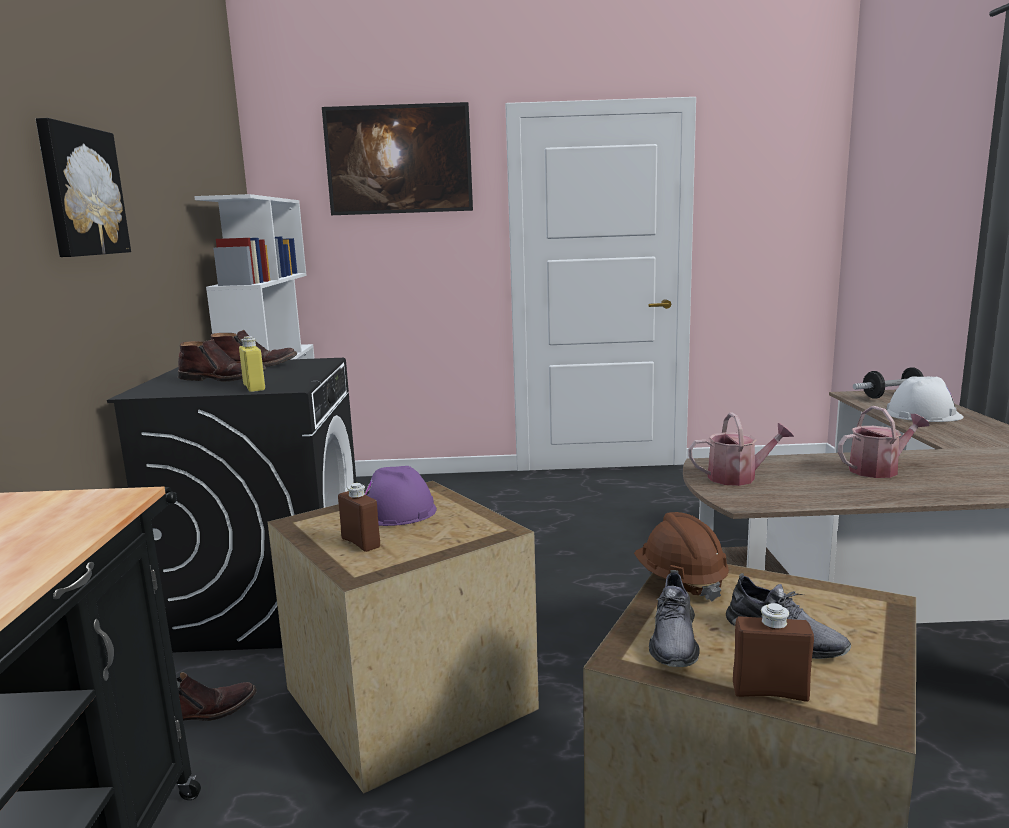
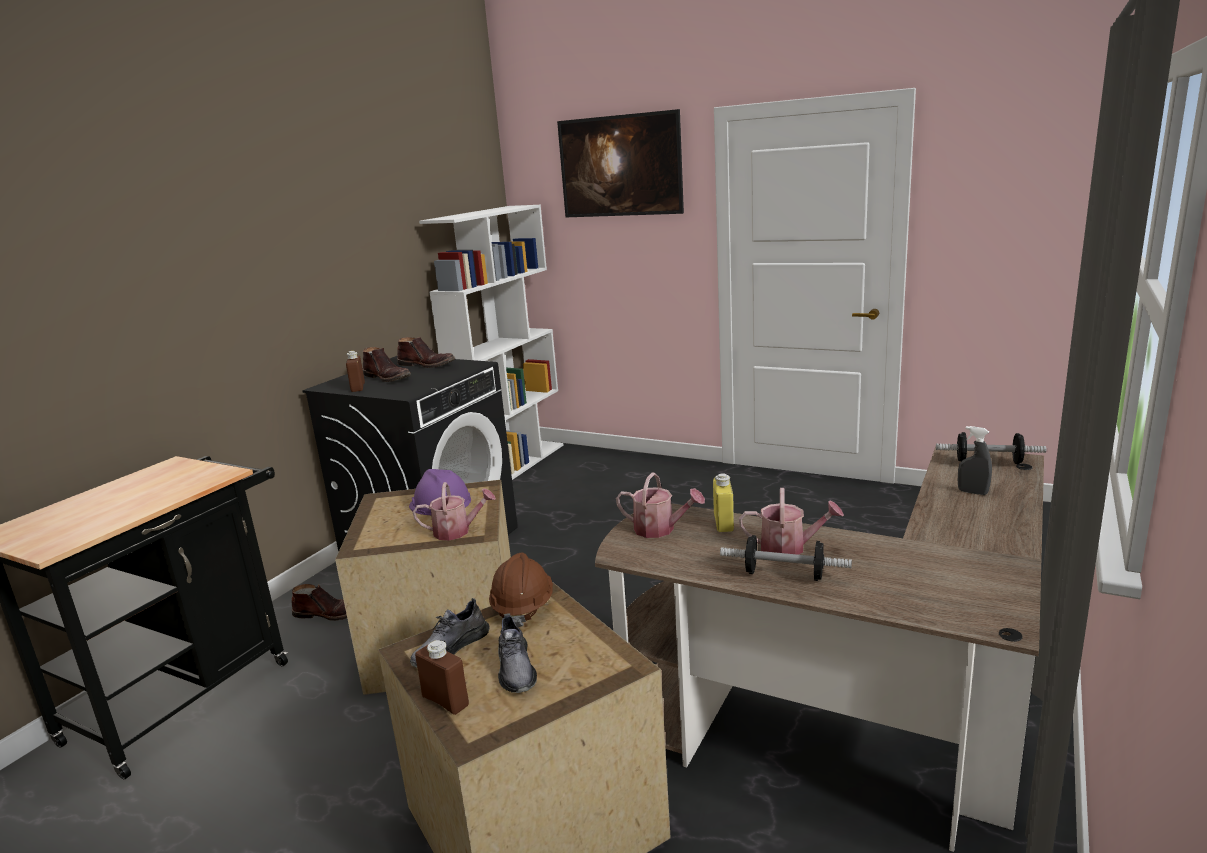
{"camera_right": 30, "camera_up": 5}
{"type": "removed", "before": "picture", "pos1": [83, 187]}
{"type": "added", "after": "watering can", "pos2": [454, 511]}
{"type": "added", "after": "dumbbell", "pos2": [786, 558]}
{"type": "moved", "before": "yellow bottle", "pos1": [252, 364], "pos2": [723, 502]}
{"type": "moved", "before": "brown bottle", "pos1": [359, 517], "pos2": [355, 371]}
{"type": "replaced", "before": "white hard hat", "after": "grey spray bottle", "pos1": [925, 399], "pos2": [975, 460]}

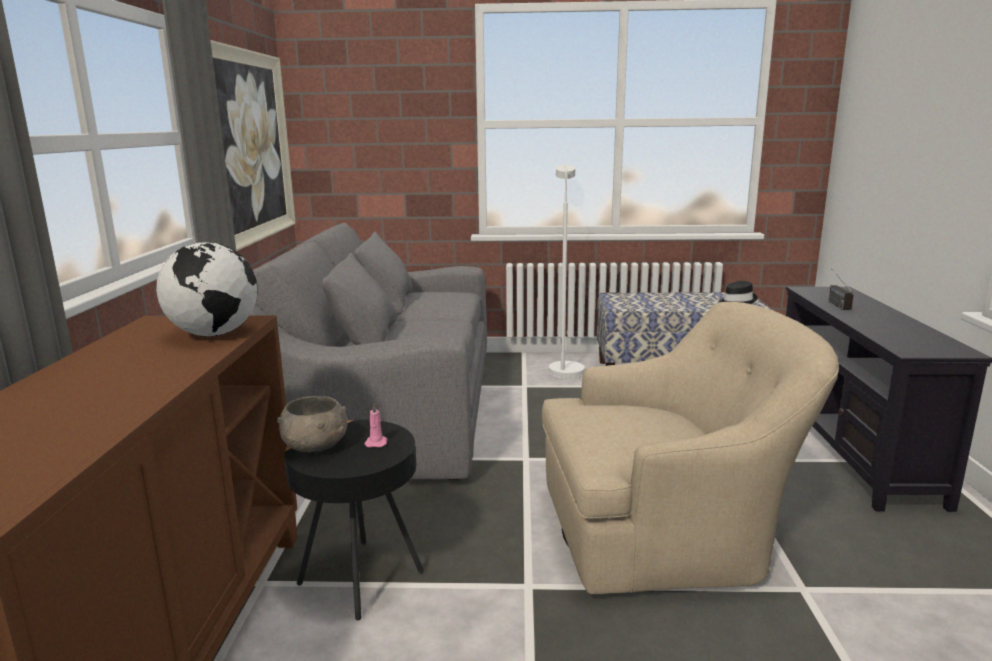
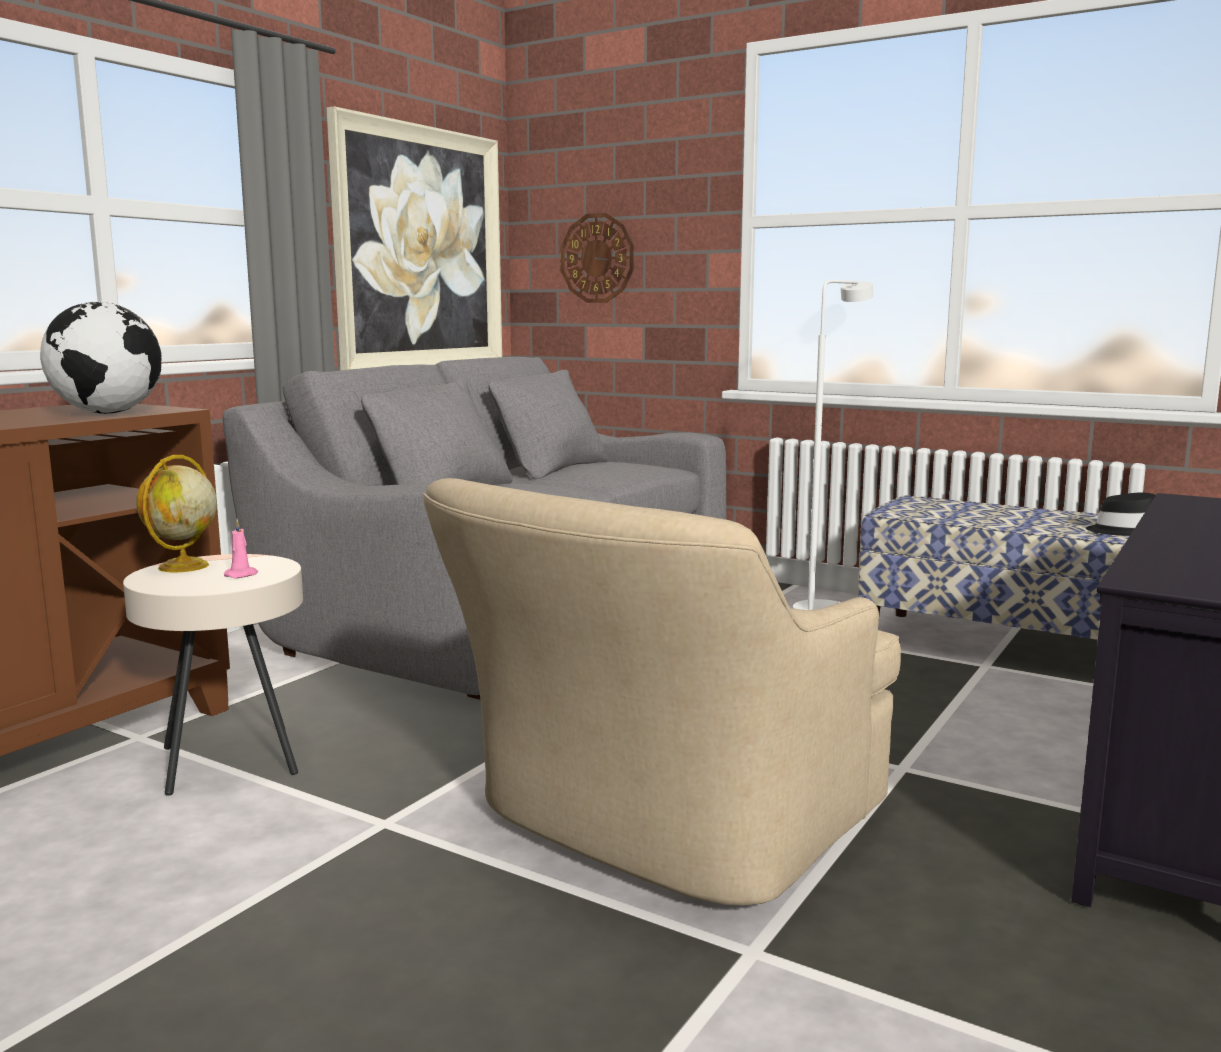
{"camera_right": 30, "camera_up": -5}
{"type": "removed", "before": "radio", "pos1": [841, 291]}
{"type": "added", "after": "wall clock", "pos2": [597, 258]}
{"type": "replaced", "before": "grey bowl", "after": "globe", "pos1": [312, 424], "pos2": [176, 513]}
{"type": "recoloured", "before": "black side table", "after": "beige side table", "pos1": [354, 520], "pos2": [213, 675]}
{"type": "turned", "before": "beige armchair", "pos1": [690, 448], "pos2": [662, 692], "turn": 105}

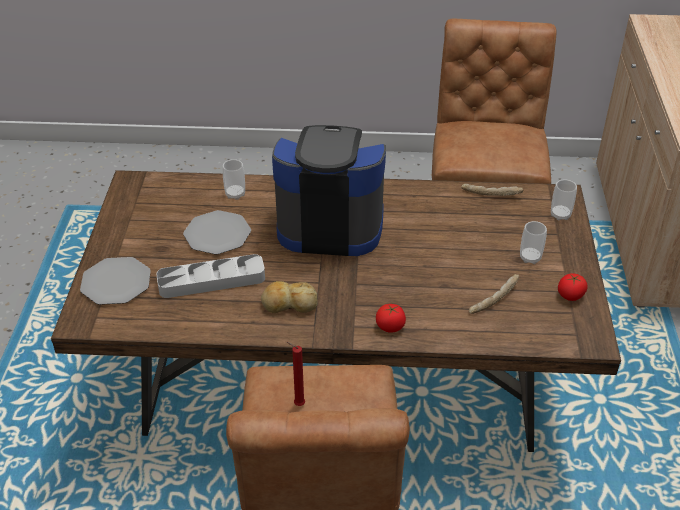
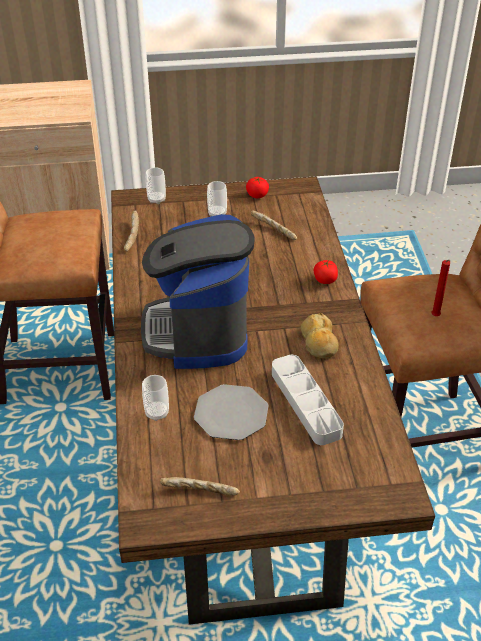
{"camera_right": -100, "camera_up": 0}
{"type": "removed", "before": "plate", "pos1": [115, 281]}
{"type": "added", "after": "bread", "pos2": [200, 486]}

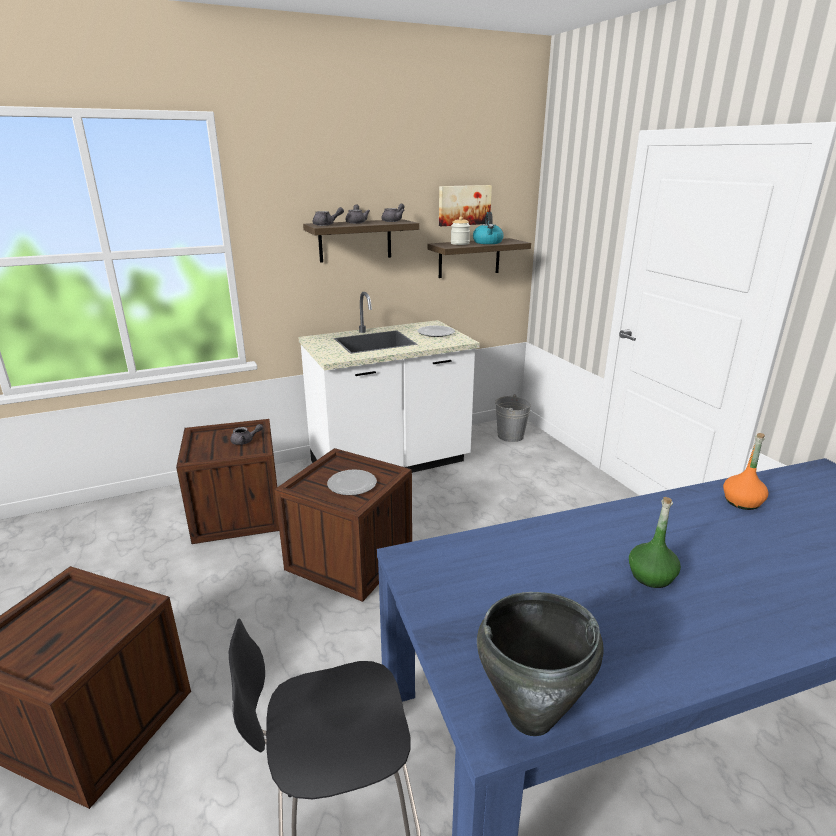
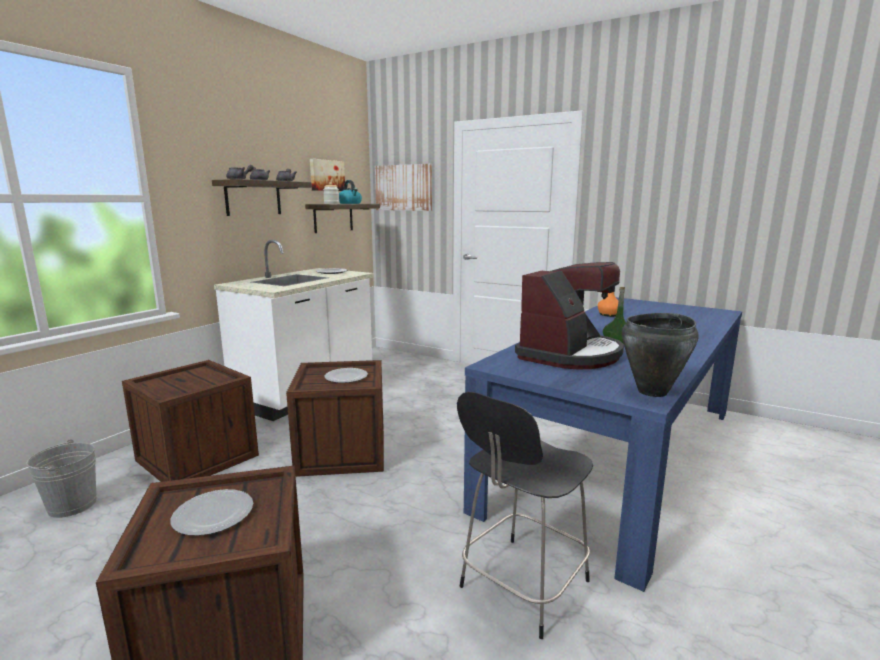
{"camera_right": -35, "camera_up": -10}
{"type": "removed", "before": "grey teapot", "pos1": [246, 434]}
{"type": "added", "after": "plate", "pos2": [211, 512]}
{"type": "added", "after": "picture", "pos2": [403, 187]}
{"type": "added", "after": "coffee machine", "pos2": [569, 315]}
{"type": "moved", "before": "grey bucket", "pos1": [513, 418], "pos2": [61, 478]}

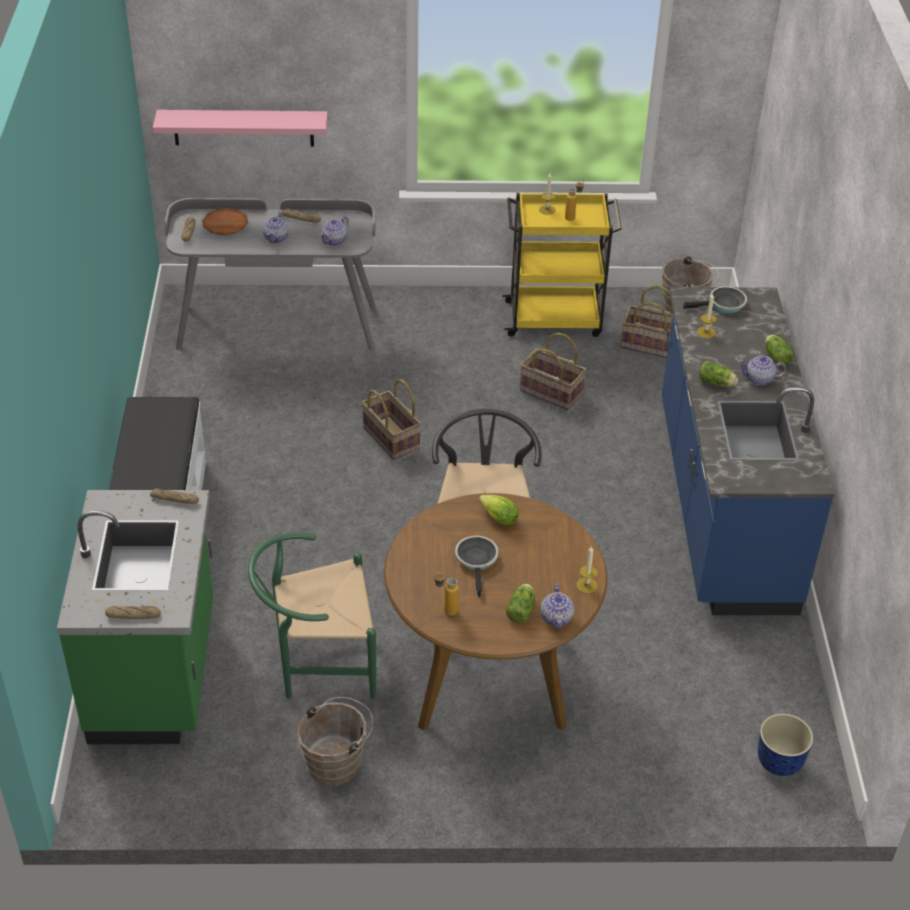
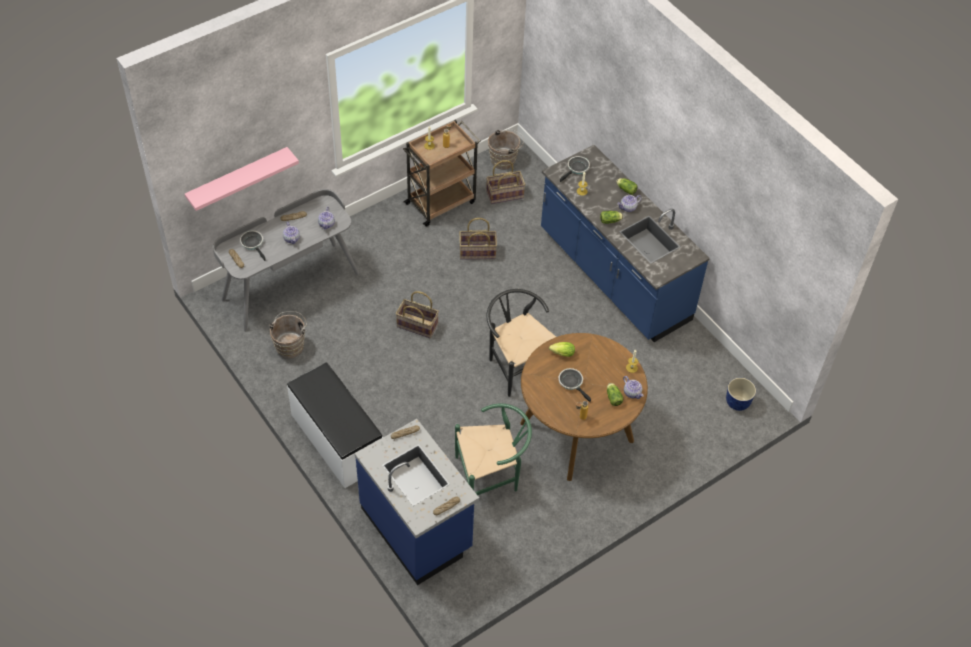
{"camera_right": -35, "camera_up": 10}
{"type": "moved", "before": "brown bucket", "pos1": [335, 741], "pos2": [288, 334]}
{"type": "replaced", "before": "brown plate", "after": "frying pan", "pos1": [225, 221], "pos2": [253, 246]}
{"type": "recoloured", "before": "green counter", "after": "blue counter", "pos1": [135, 617], "pos2": [417, 502]}
{"type": "recoloured", "before": "yellow cart", "after": "brown cart", "pos1": [562, 265], "pos2": [441, 173]}
{"type": "turned", "before": "green chair", "pos1": [312, 616], "pos2": [493, 449], "turn": -150}

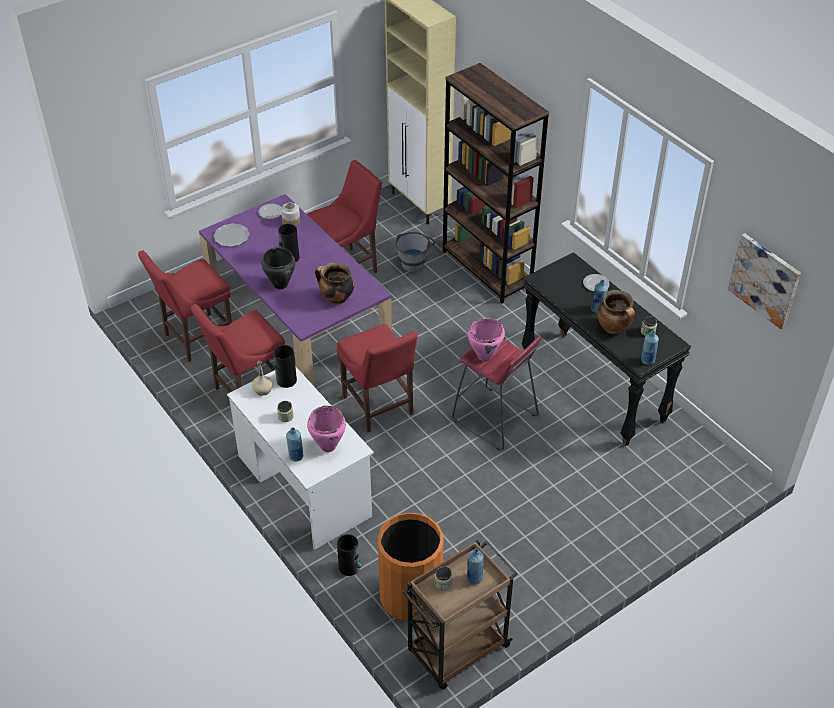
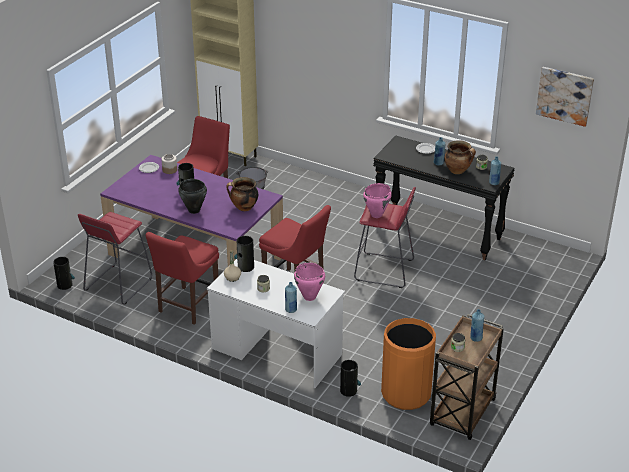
{"camera_right": -25, "camera_up": -10}
{"type": "removed", "before": "plate", "pos1": [231, 235]}
{"type": "removed", "before": "brown bookcase", "pos1": [496, 183]}
{"type": "added", "after": "vase", "pos2": [64, 273]}
{"type": "replaced", "before": "red chair", "after": "red stool", "pos1": [185, 306], "pos2": [115, 258]}

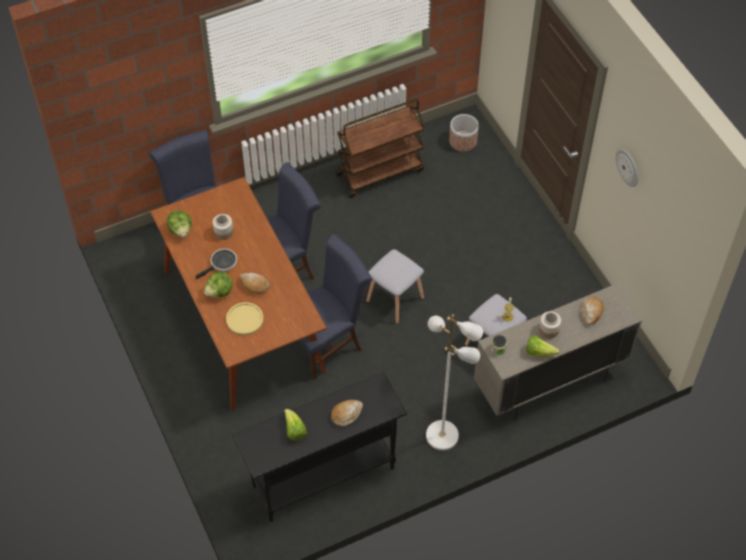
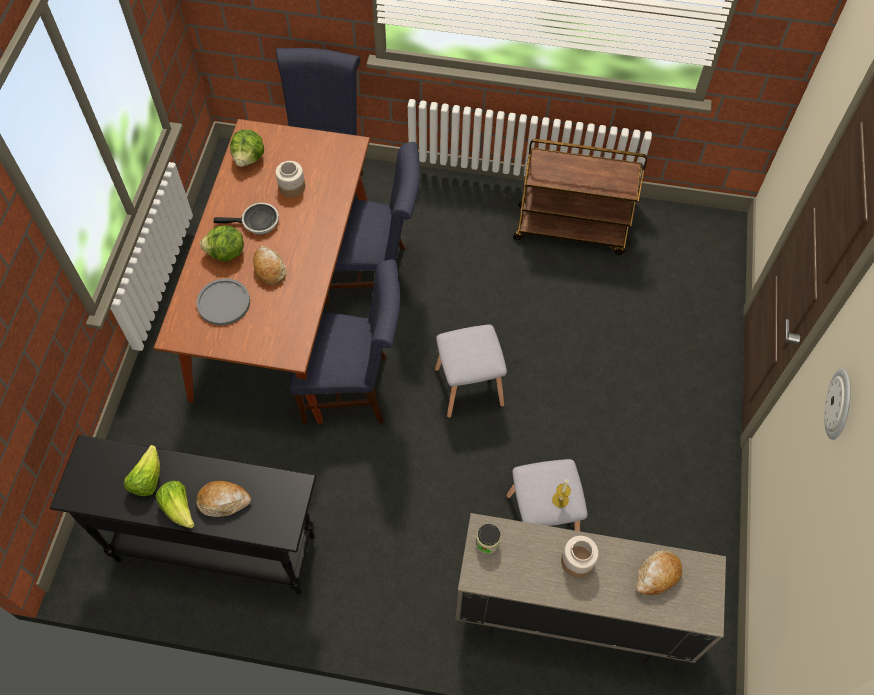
{"camera_right": 35, "camera_up": 5}
{"type": "removed", "before": "white floor lamp", "pos1": [454, 382]}
{"type": "removed", "before": "planter", "pos1": [464, 133]}
{"type": "moved", "before": "lettuce", "pos1": [543, 346], "pos2": [175, 504]}
{"type": "recoloured", "before": "yellow plate", "after": "grey plate", "pos1": [245, 318], "pos2": [223, 302]}

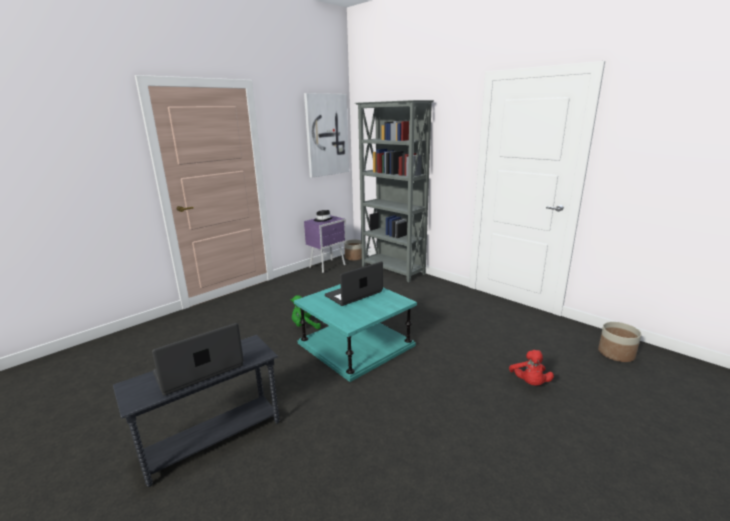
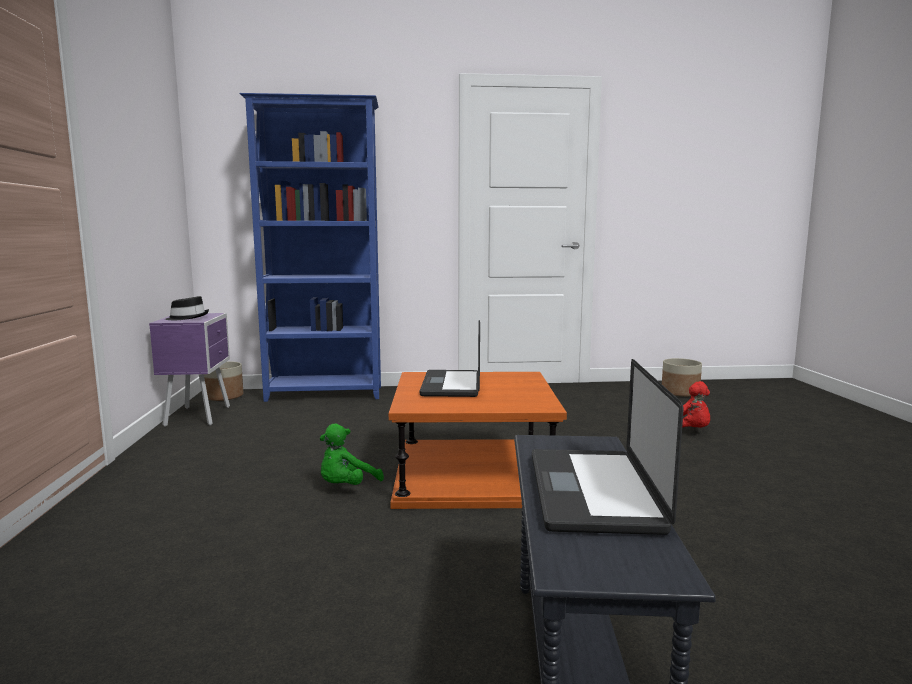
{"camera_right": -50, "camera_up": -10}
{"type": "removed", "before": "picture", "pos1": [326, 135]}
{"type": "recoloured", "before": "turquoise side table", "after": "orange side table", "pos1": [355, 333], "pos2": [478, 440]}
{"type": "recoloured", "before": "grey bookcase", "after": "blue bookcase", "pos1": [394, 191], "pos2": [310, 247]}

